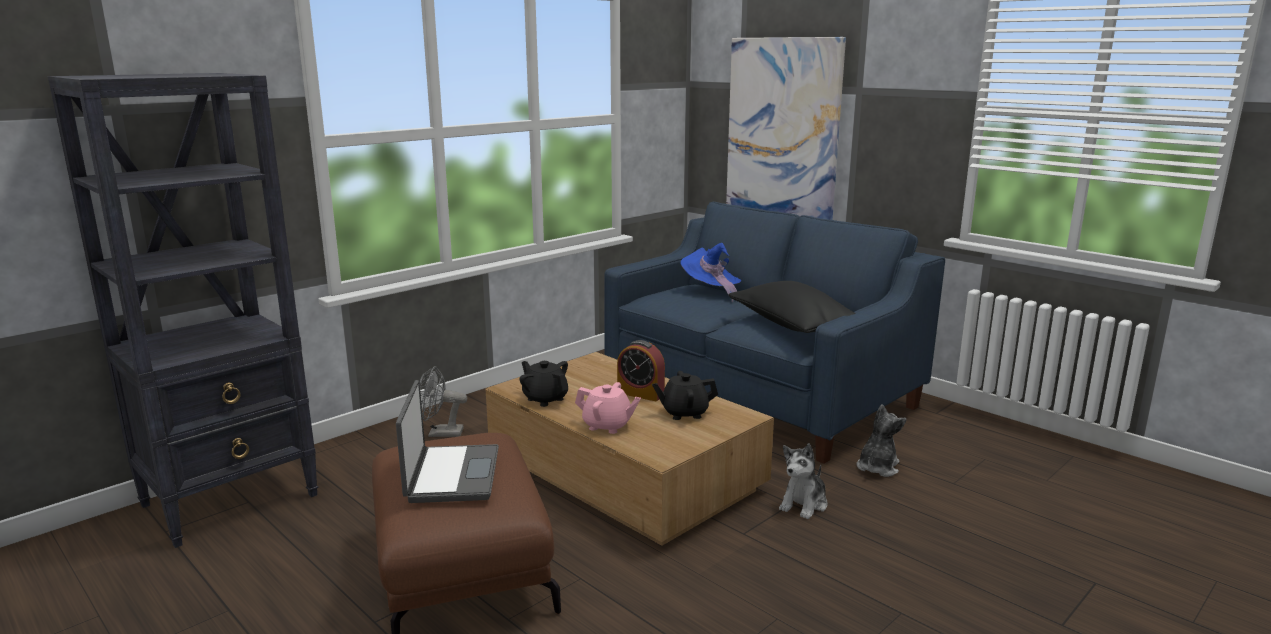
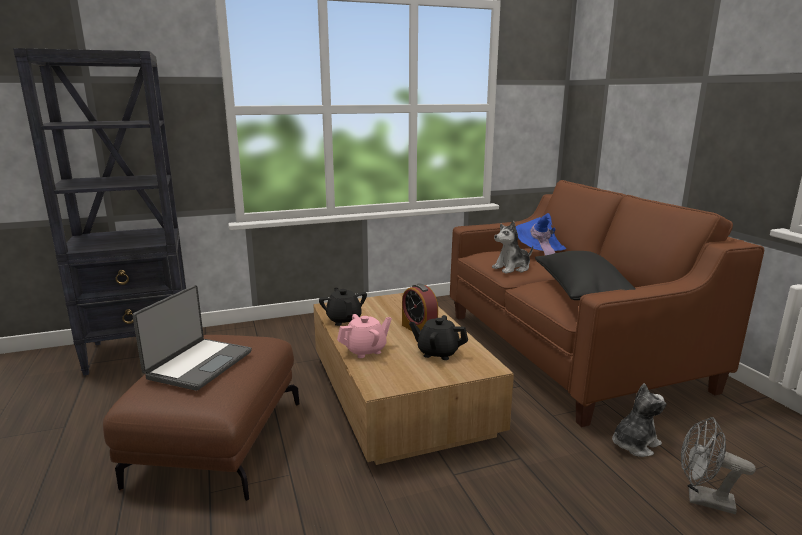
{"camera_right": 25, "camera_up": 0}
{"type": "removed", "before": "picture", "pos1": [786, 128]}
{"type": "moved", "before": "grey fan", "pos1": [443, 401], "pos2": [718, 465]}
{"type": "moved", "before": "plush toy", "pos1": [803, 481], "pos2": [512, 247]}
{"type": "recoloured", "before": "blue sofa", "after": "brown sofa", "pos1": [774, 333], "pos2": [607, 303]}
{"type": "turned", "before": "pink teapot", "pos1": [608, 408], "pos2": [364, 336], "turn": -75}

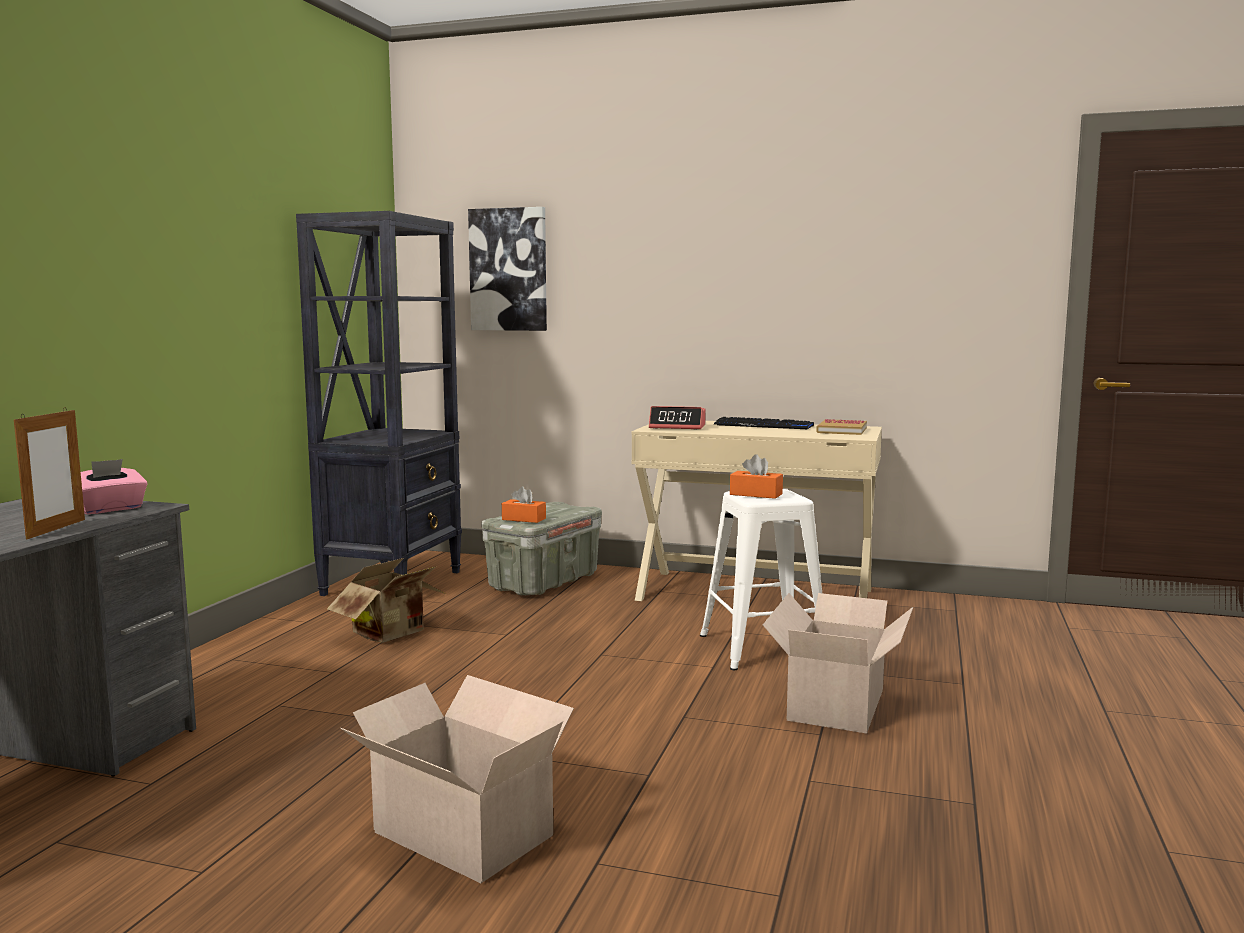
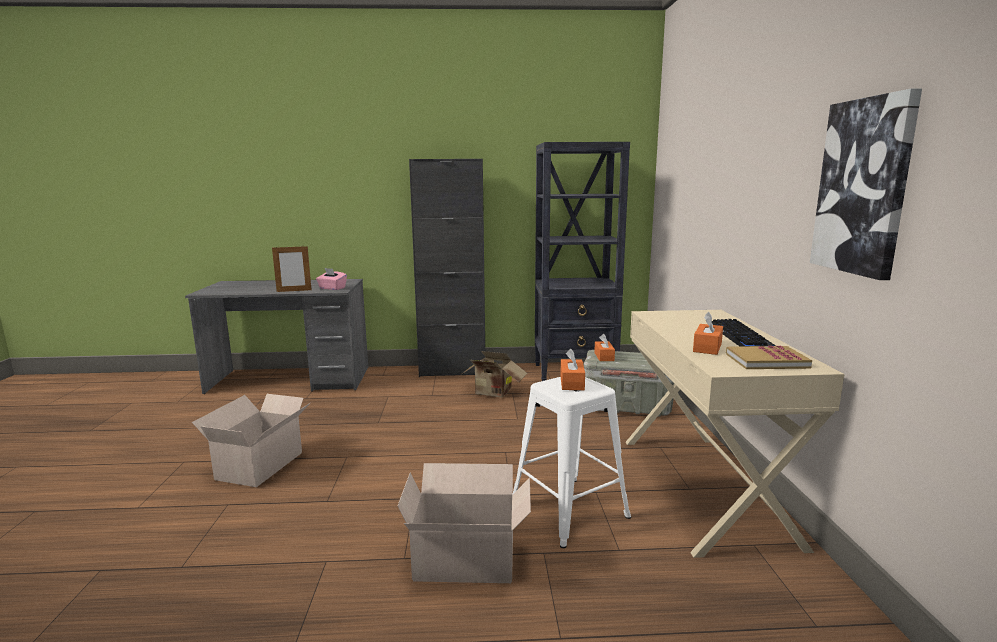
{"camera_right": 70, "camera_up": 5}
{"type": "removed", "before": "alarm clock", "pos1": [677, 418]}
{"type": "added", "after": "black cabinet", "pos2": [447, 268]}
{"type": "added", "after": "orange tissue box", "pos2": [708, 333]}
{"type": "moved", "before": "picture", "pos1": [507, 269], "pos2": [866, 184]}

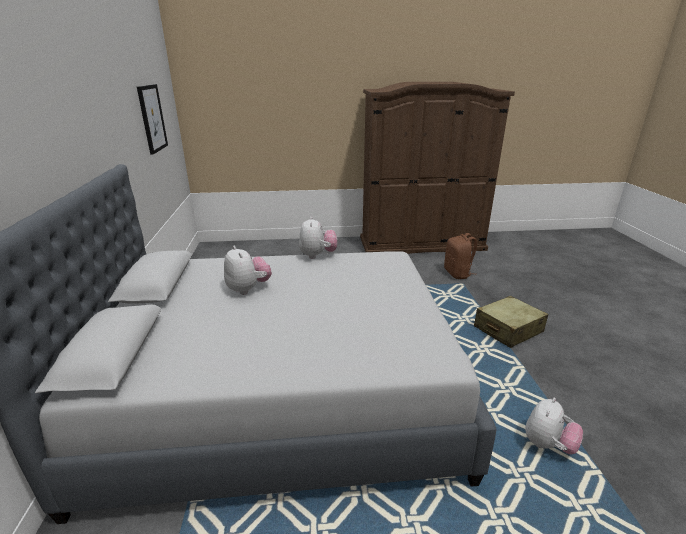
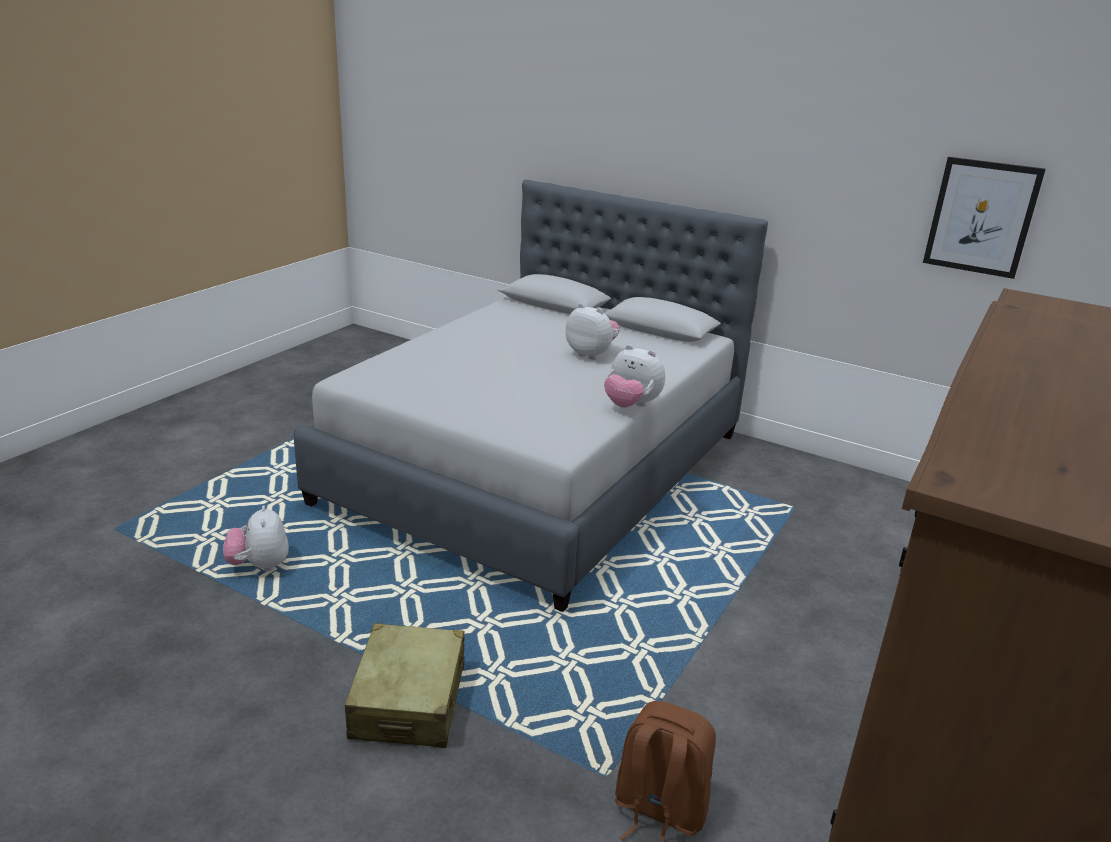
{"camera_right": 125, "camera_up": 0}
{"type": "turned", "before": "plush toy", "pos1": [248, 270], "pos2": [593, 331], "turn": -150}

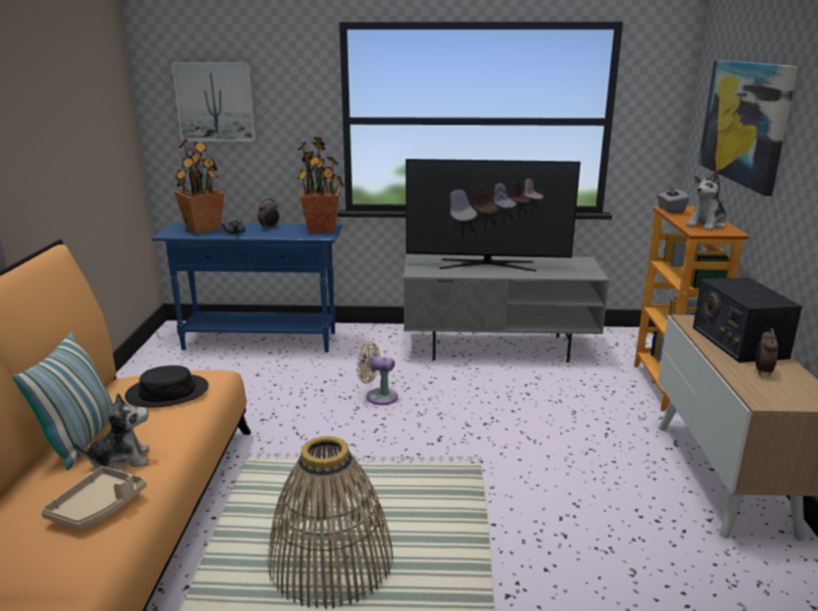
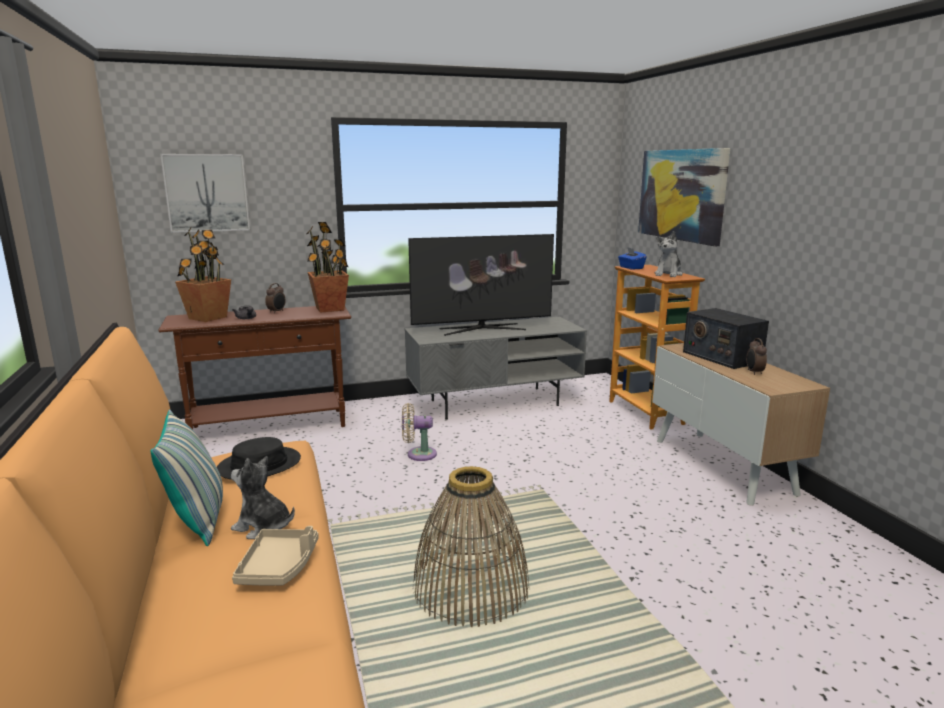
{"camera_right": -20, "camera_up": -5}
{"type": "recoloured", "before": "blue console table", "after": "brown console table", "pos1": [246, 287], "pos2": [254, 368]}
{"type": "recoloured", "before": "grey tissue box", "after": "blue tissue box", "pos1": [673, 199], "pos2": [632, 259]}
{"type": "turned", "before": "plush toy", "pos1": [111, 432], "pos2": [263, 497], "turn": -120}

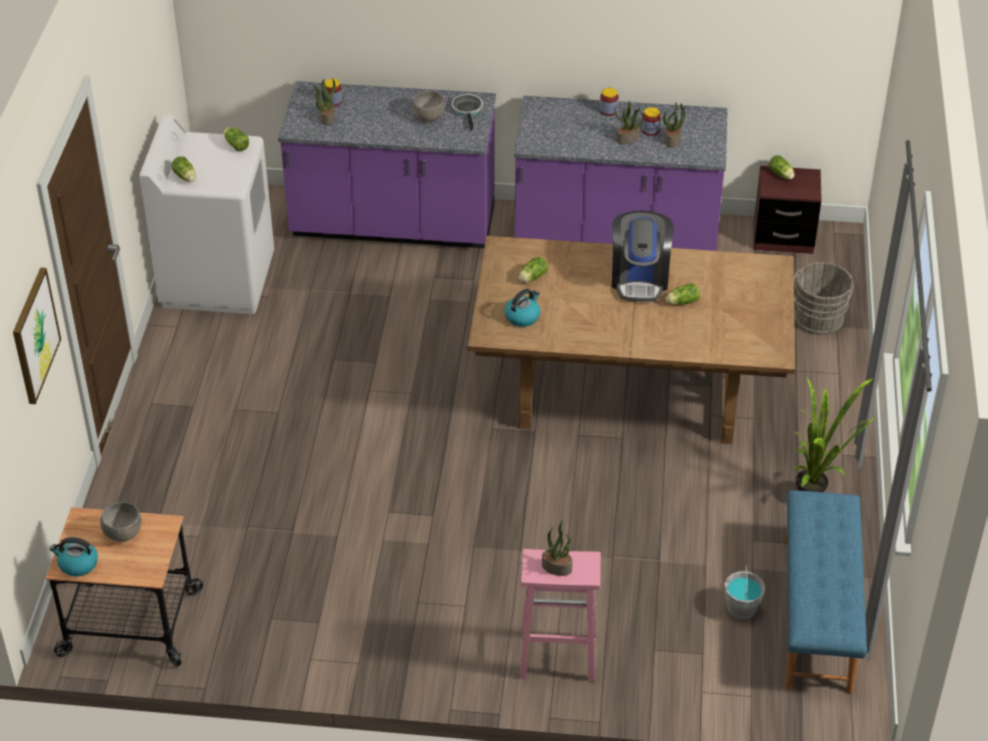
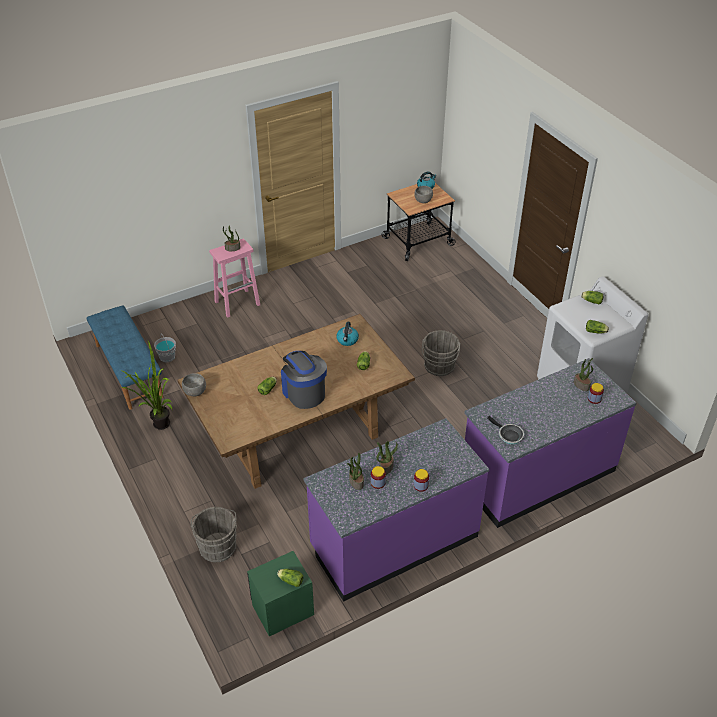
{"camera_right": 145, "camera_up": 0}
{"type": "removed", "before": "picture", "pos1": [37, 335]}
{"type": "added", "after": "grey bucket", "pos2": [441, 353]}
{"type": "moved", "before": "grey bowl", "pos1": [429, 106], "pos2": [194, 385]}
{"type": "recoloured", "before": "brown nightstand", "after": "green nightstand", "pos1": [788, 210], "pos2": [280, 594]}

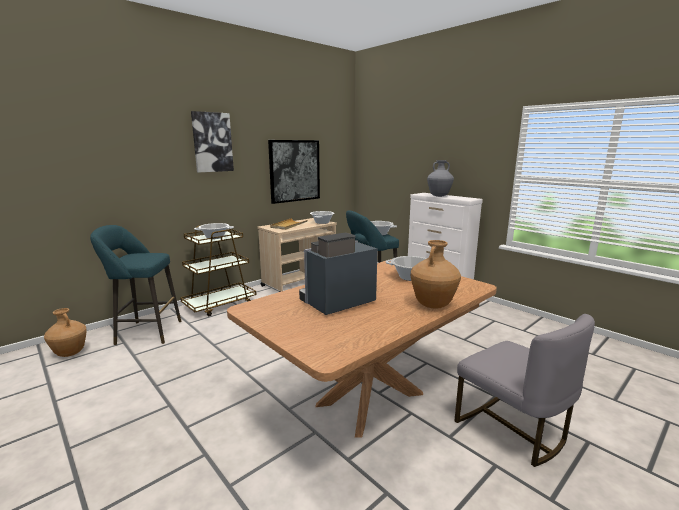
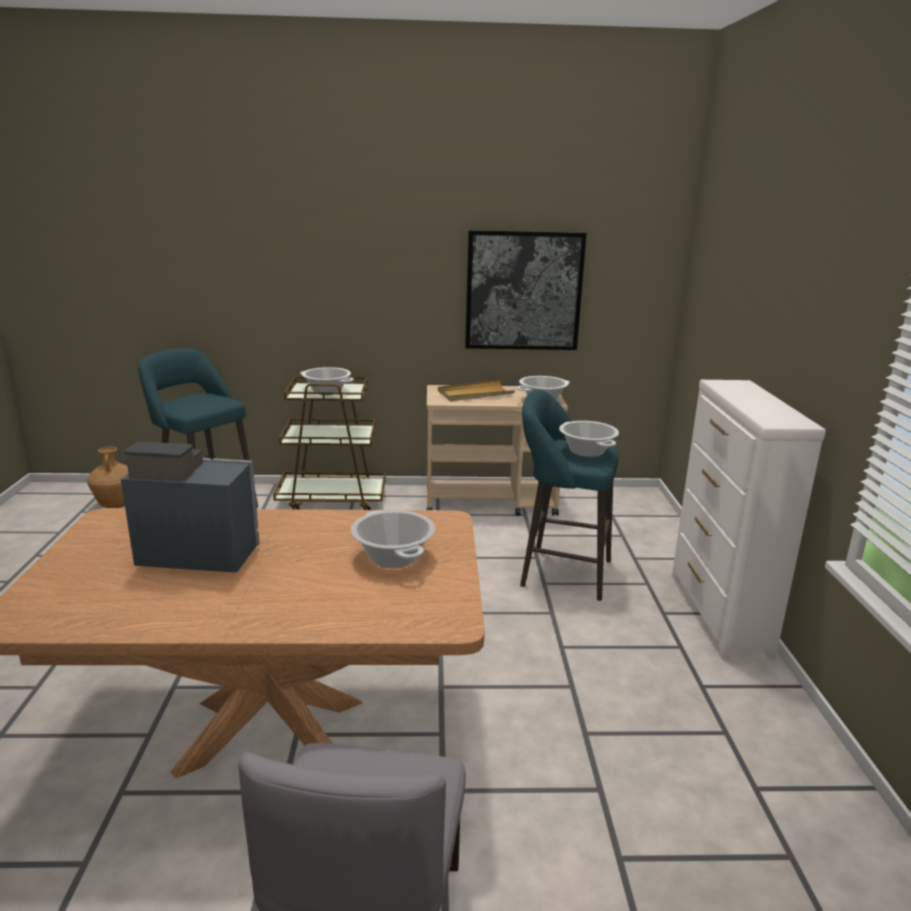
{"camera_right": 40, "camera_up": 5}
{"type": "removed", "before": "picture", "pos1": [212, 142]}
{"type": "removed", "before": "brown vase", "pos1": [436, 274]}
{"type": "removed", "before": "grey vase", "pos1": [440, 178]}

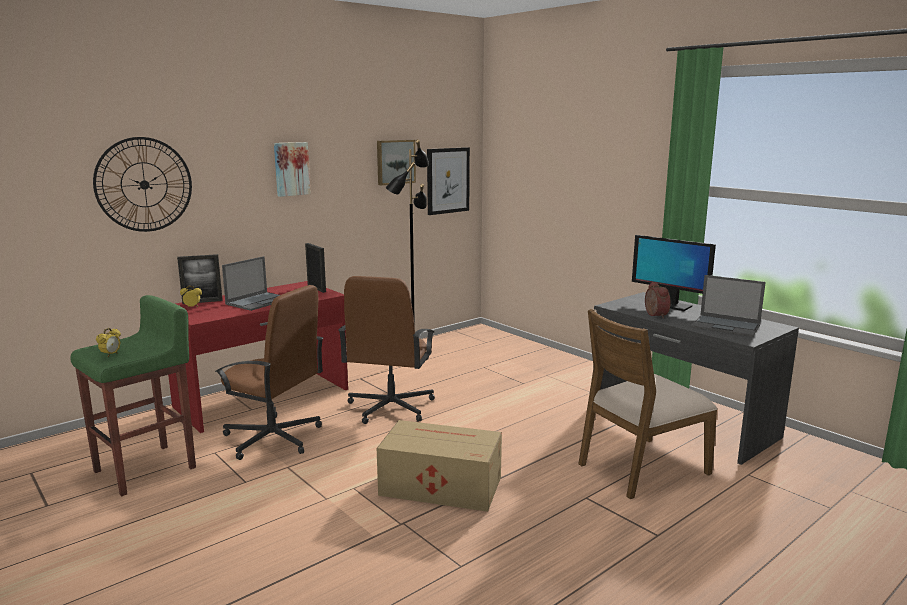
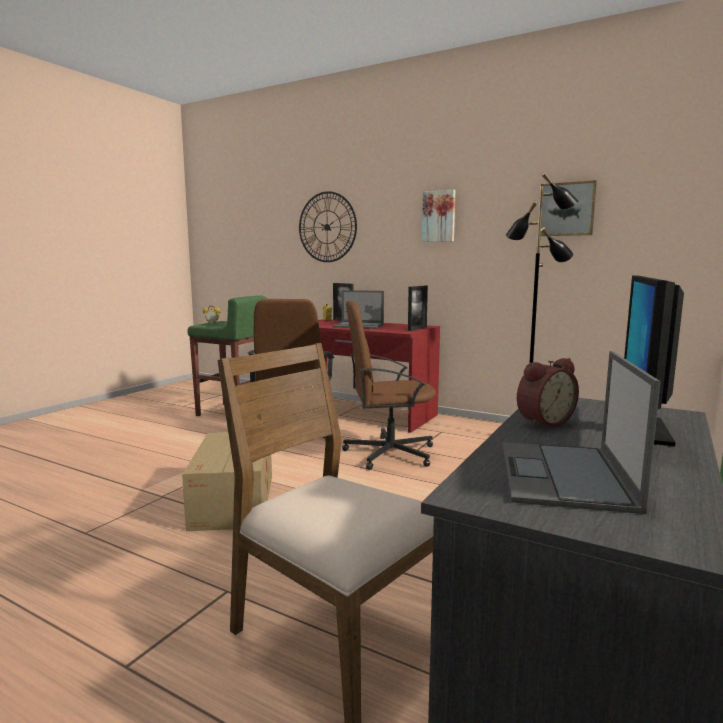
{"camera_right": 70, "camera_up": -5}
{"type": "removed", "before": "picture", "pos1": [448, 181]}

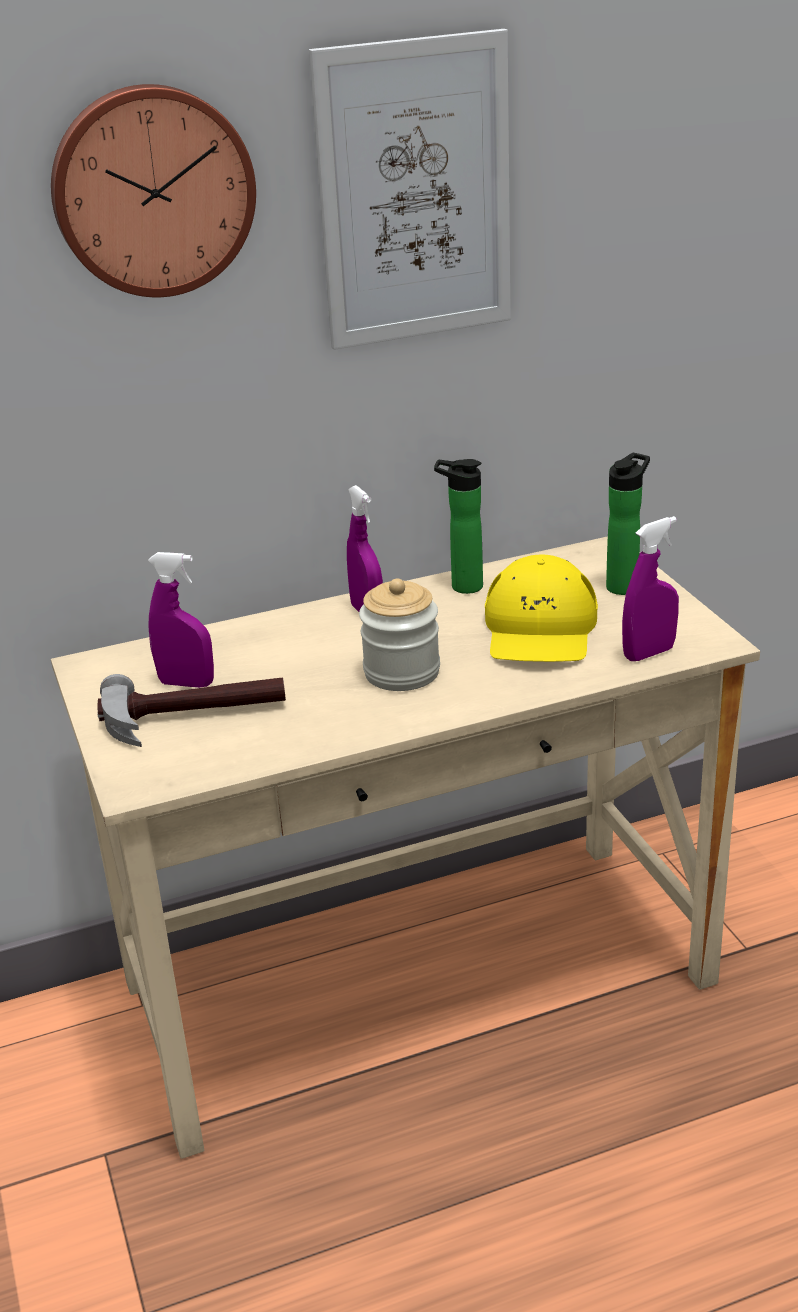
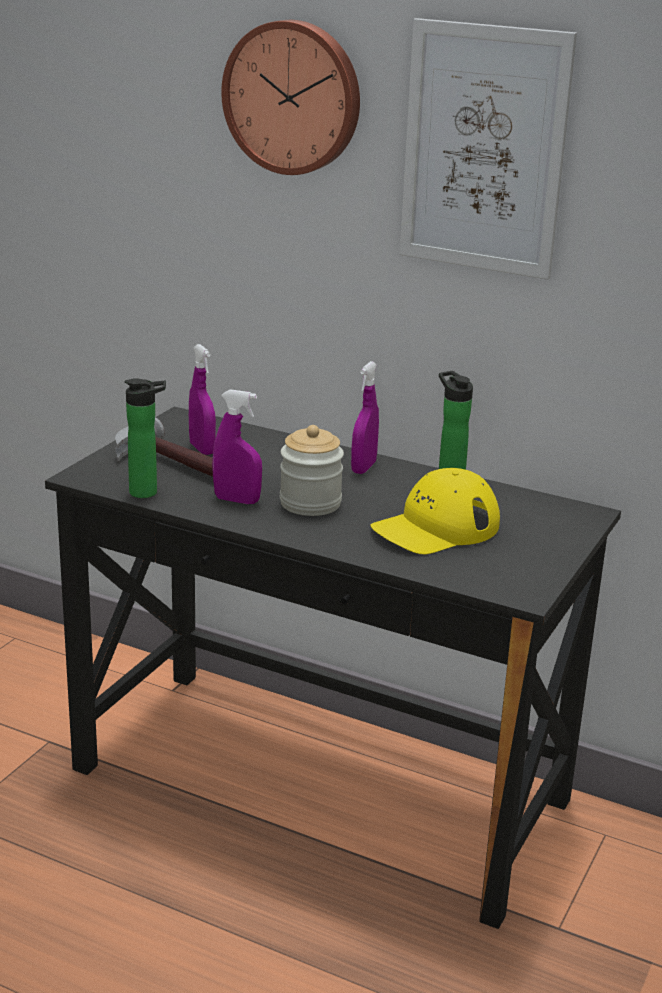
{"camera_right": 45, "camera_up": -5}
{"type": "moved", "before": "bottle", "pos1": [628, 524], "pos2": [145, 438]}
{"type": "moved", "before": "purple spray bottle", "pos1": [650, 588], "pos2": [237, 446]}
{"type": "recoloured", "before": "beige desk", "after": "black desk", "pos1": [405, 847], "pos2": [333, 668]}

